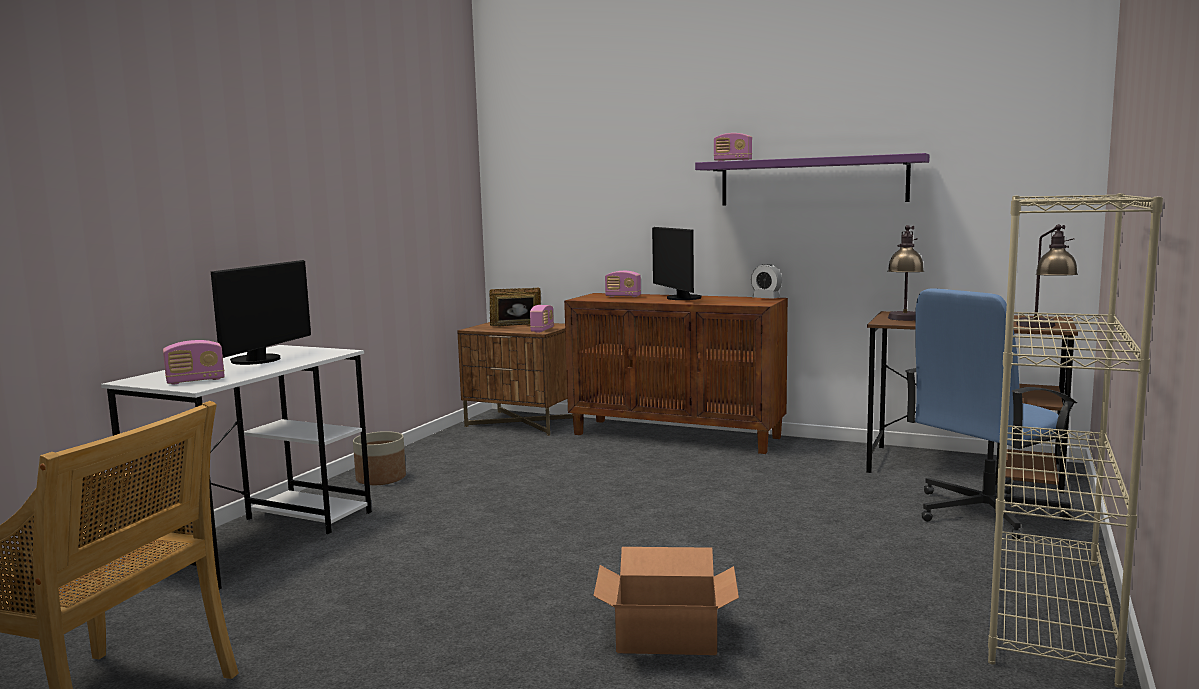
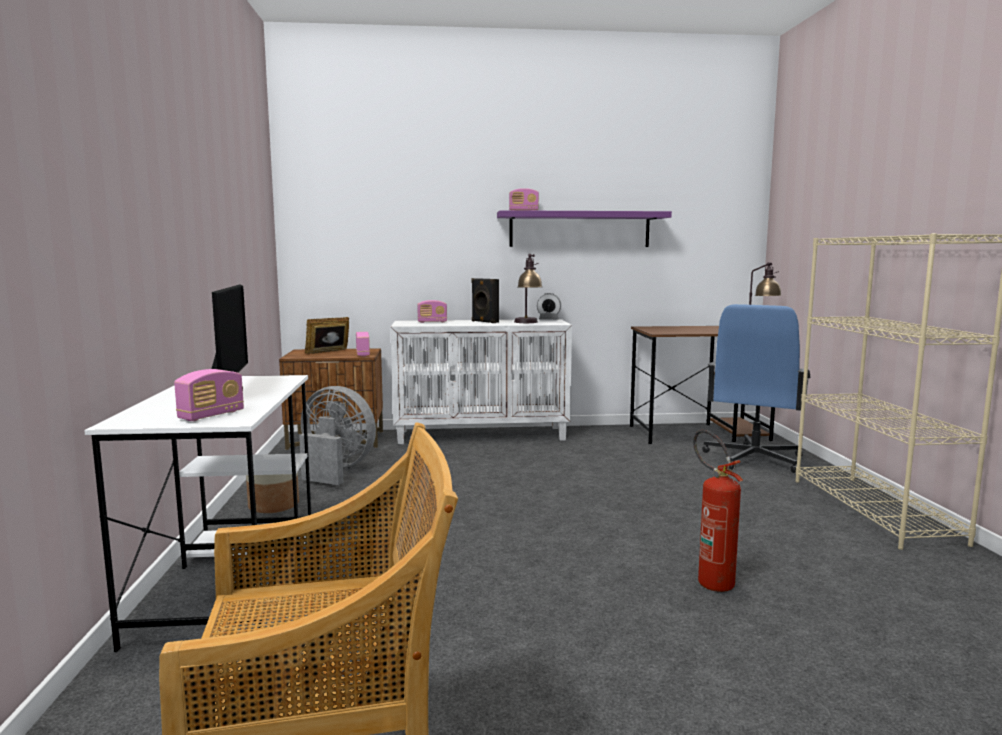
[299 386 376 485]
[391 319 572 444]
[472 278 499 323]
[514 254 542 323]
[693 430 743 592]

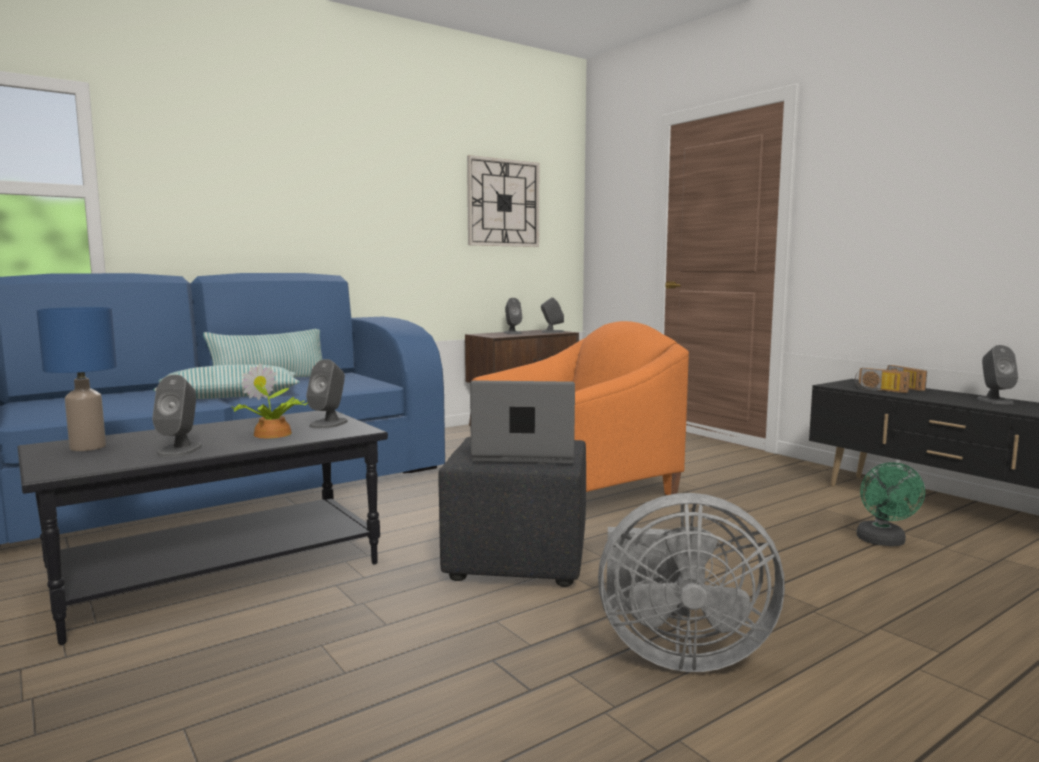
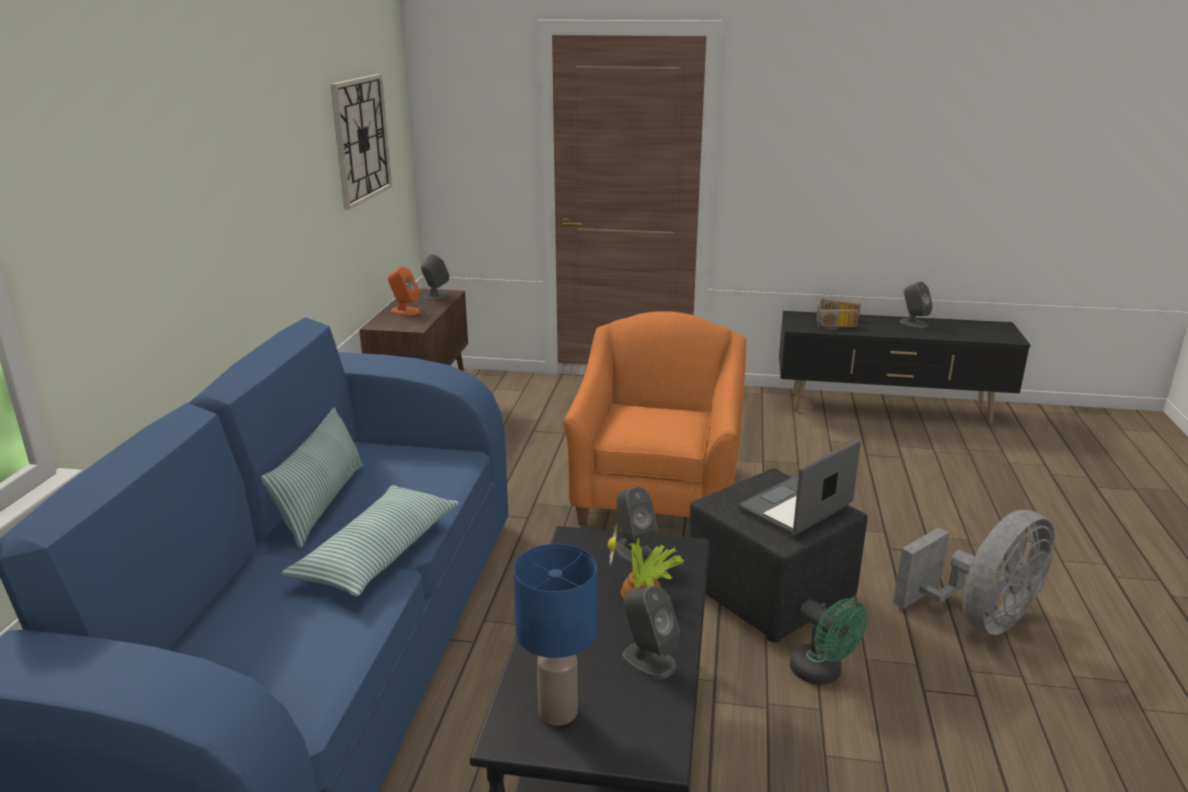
[388 267 420 315]
[790 599 867 685]

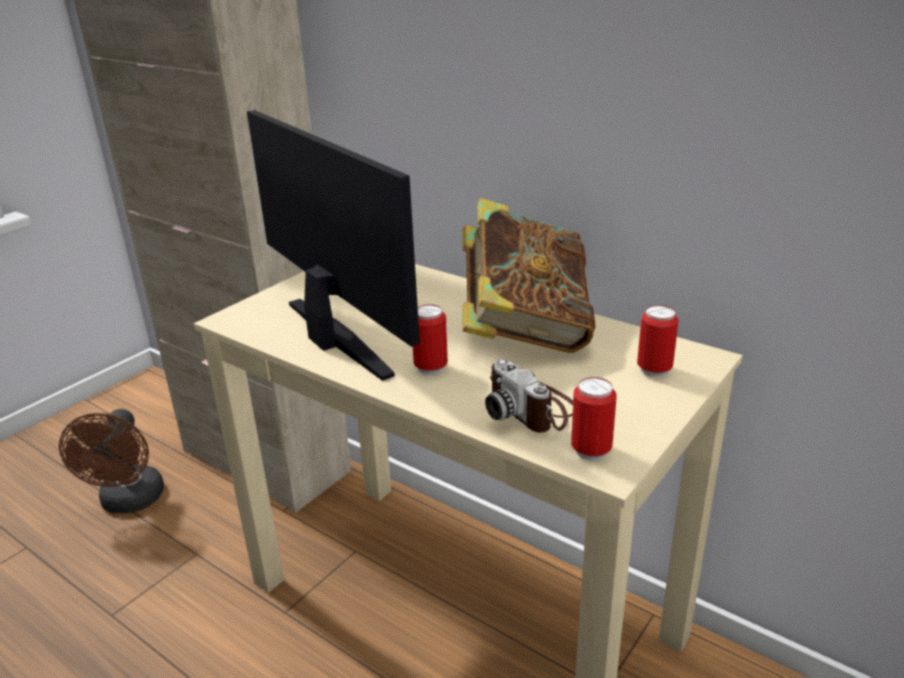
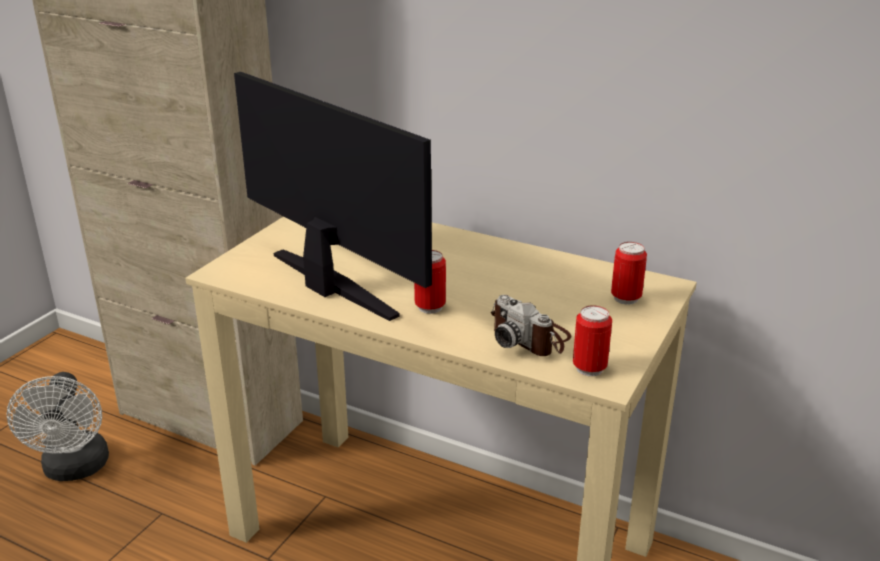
[7 372 109 481]
[462 198 595 353] (first image)

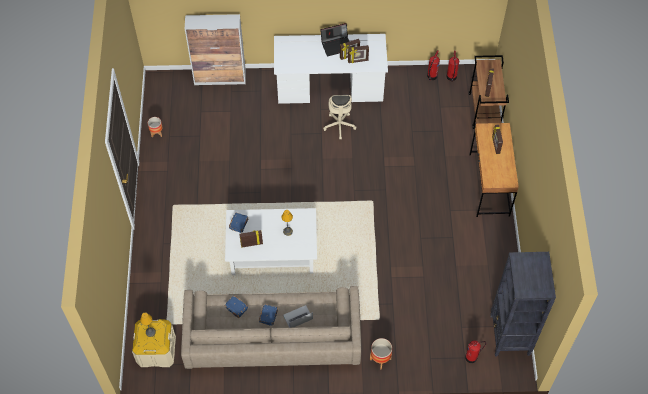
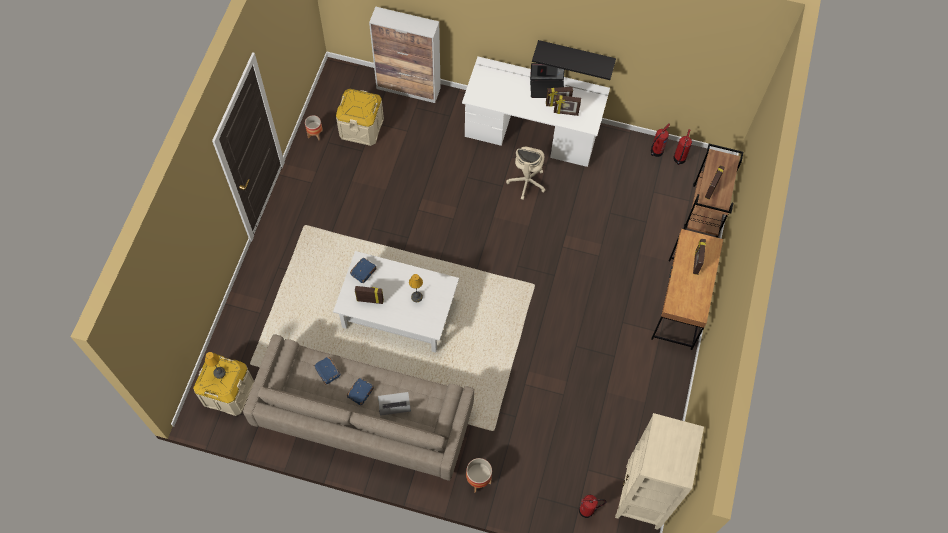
[336 89 384 146]
[532 40 616 80]
[615 413 704 530]

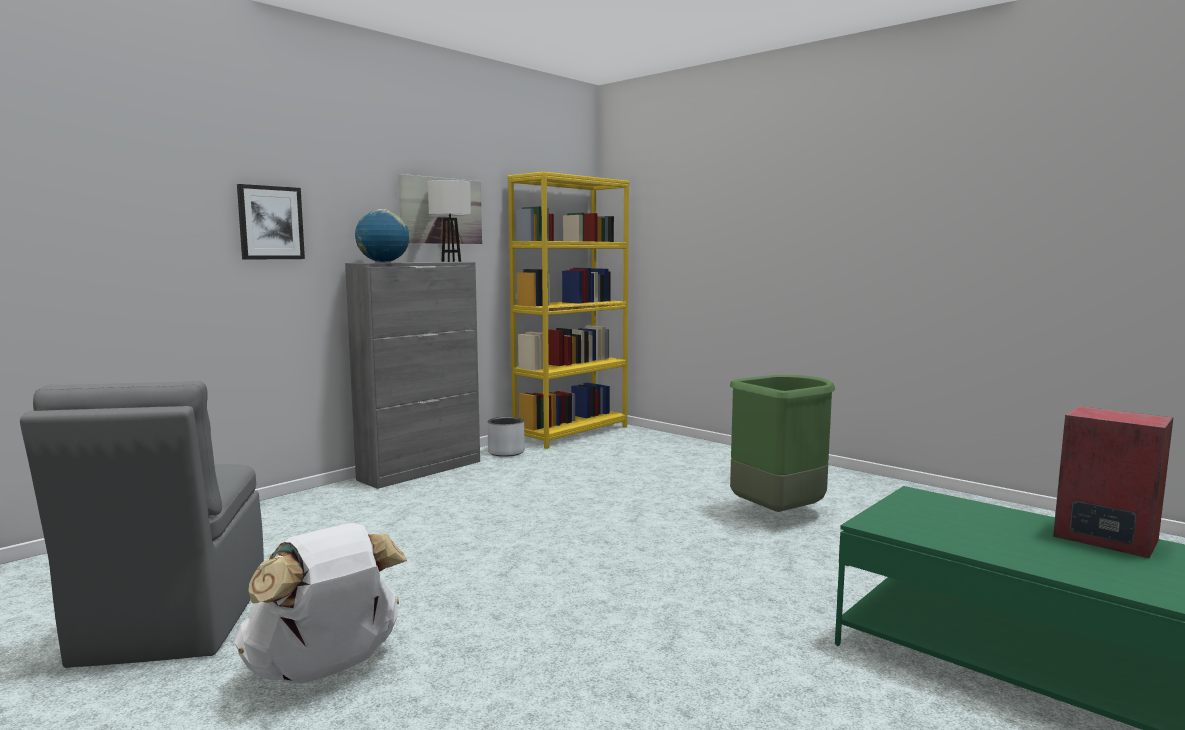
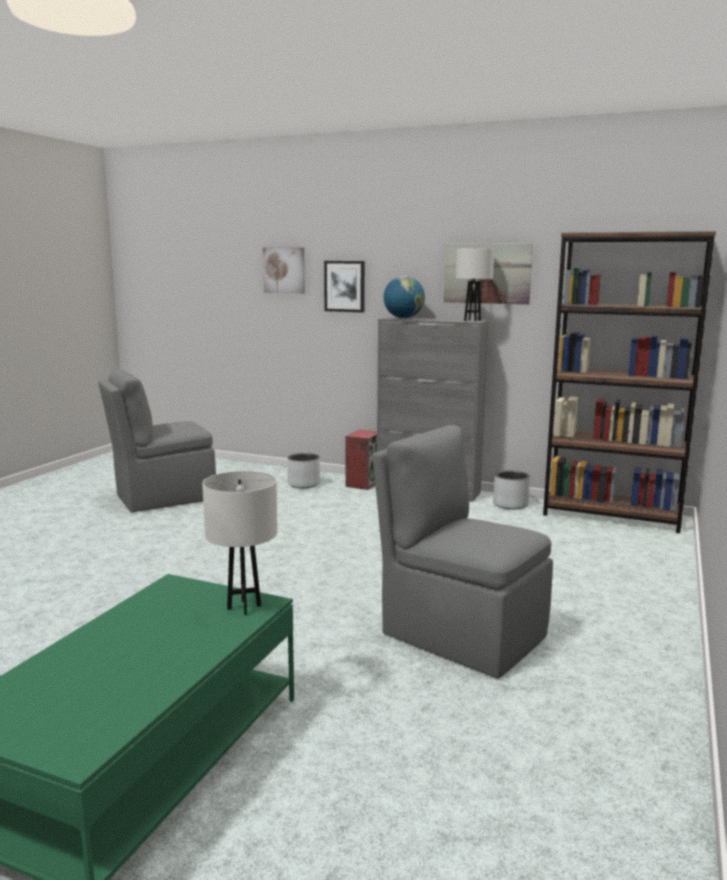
[202 471 277 615]
[263 247 305 294]
[288 453 320 488]
[346 430 377 490]
[372 425 553 678]
[543 231 716 533]
[234 523 407 684] (first image)

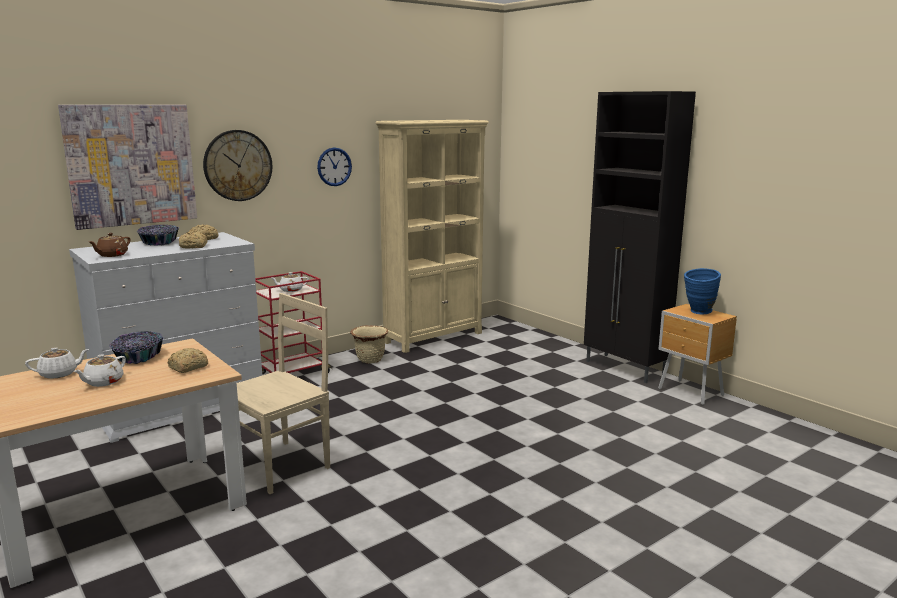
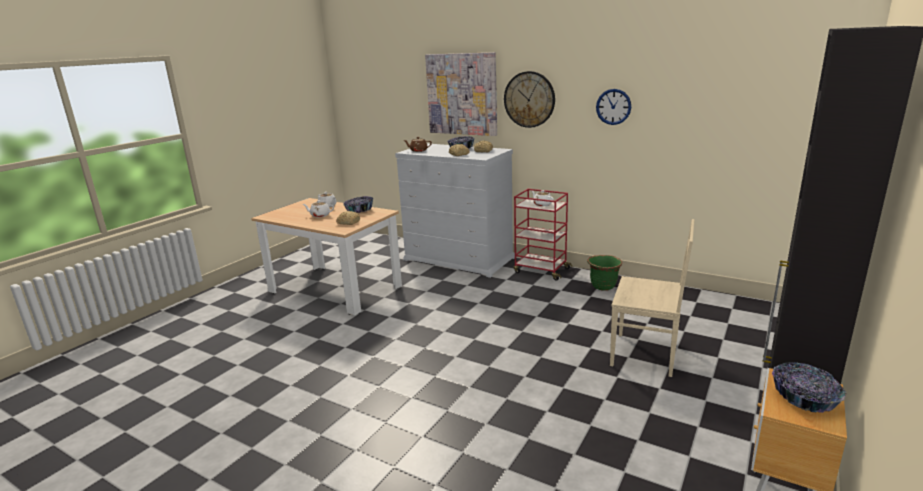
[587 255 622 291]
[610 219 695 377]
[772 362 846 413]
[376 120 489 353] (first image)

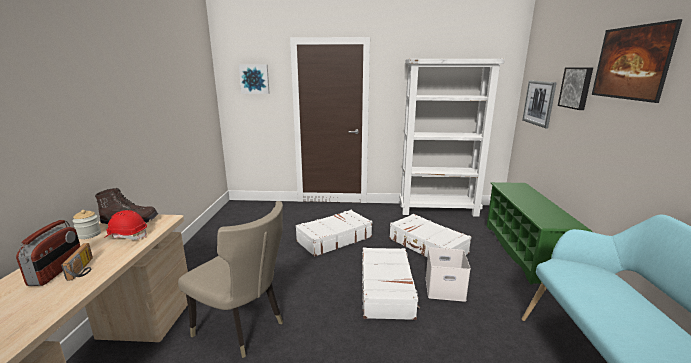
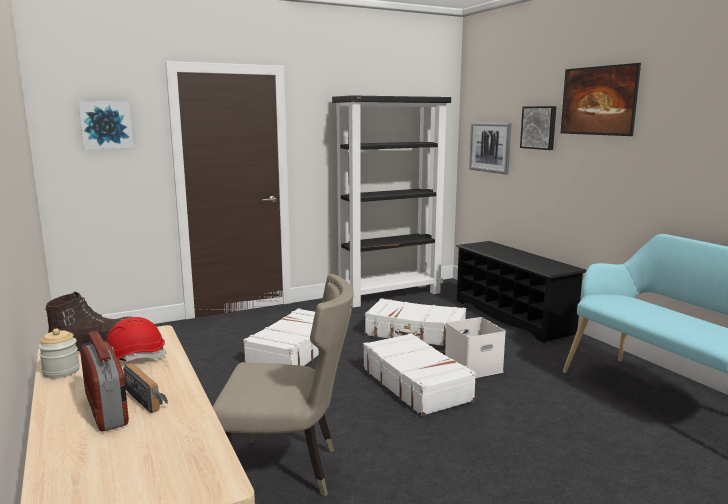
[332 95 451 308]
[456 241 586 343]

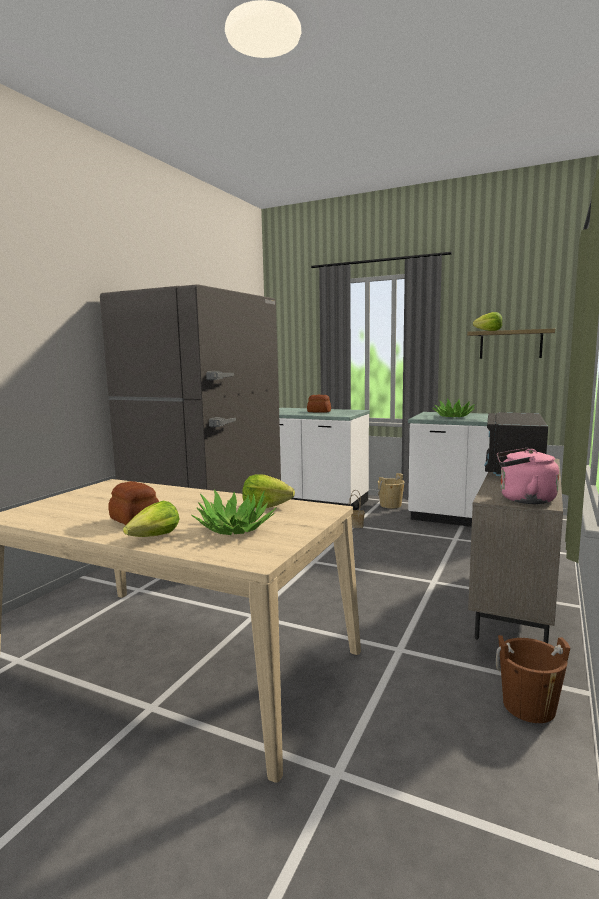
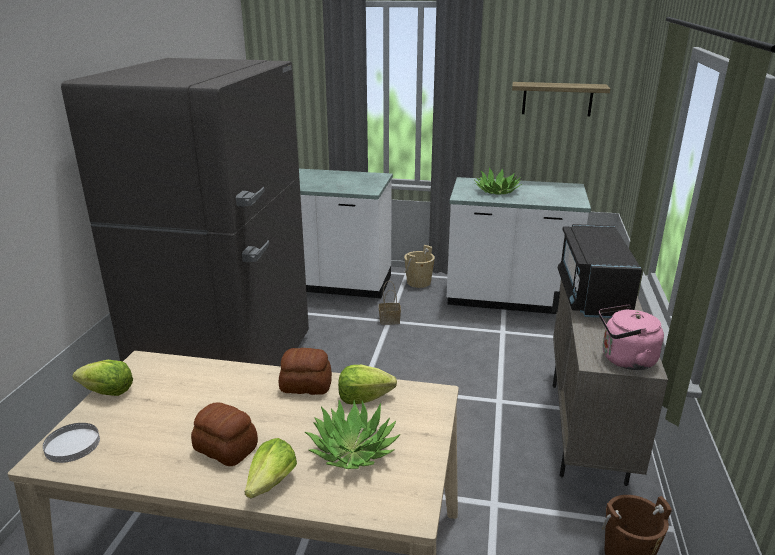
[43 423 100 463]
[72 360 133 396]
[279 348 332 395]

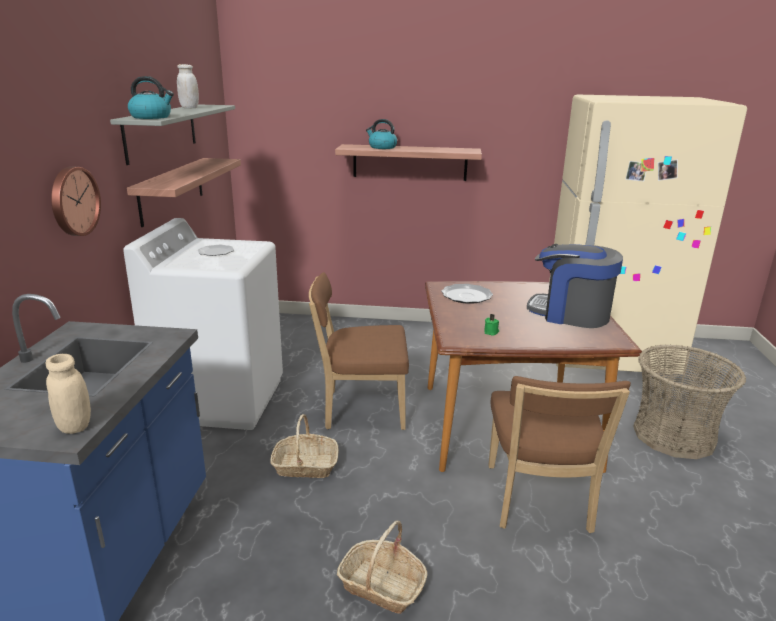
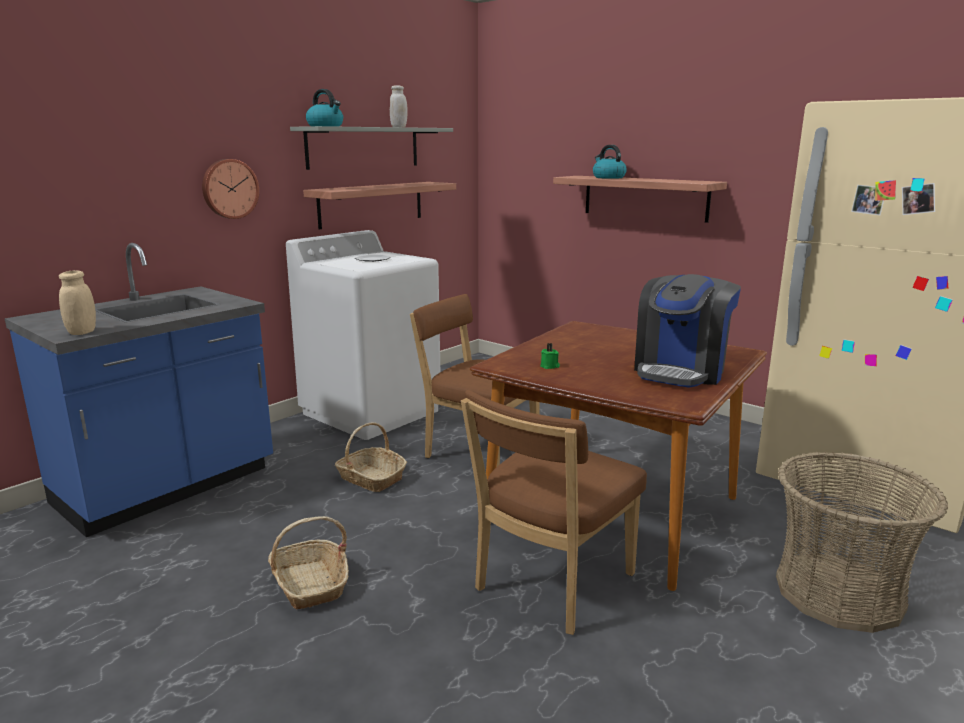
[634 274 741 388]
[441 284 493 304] (first image)

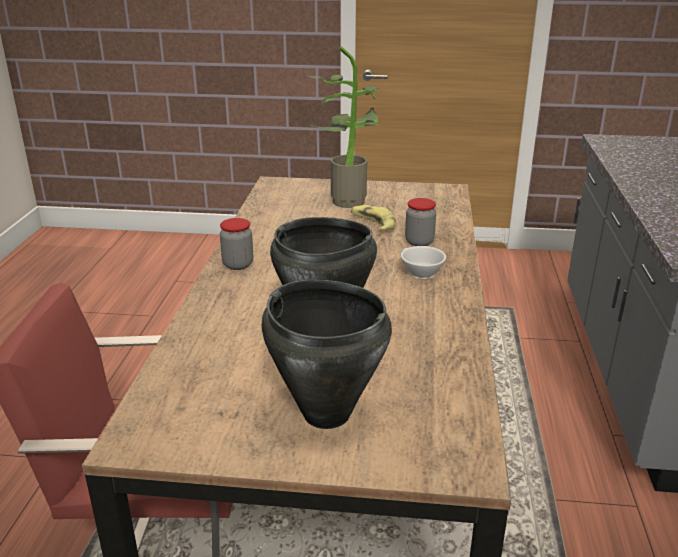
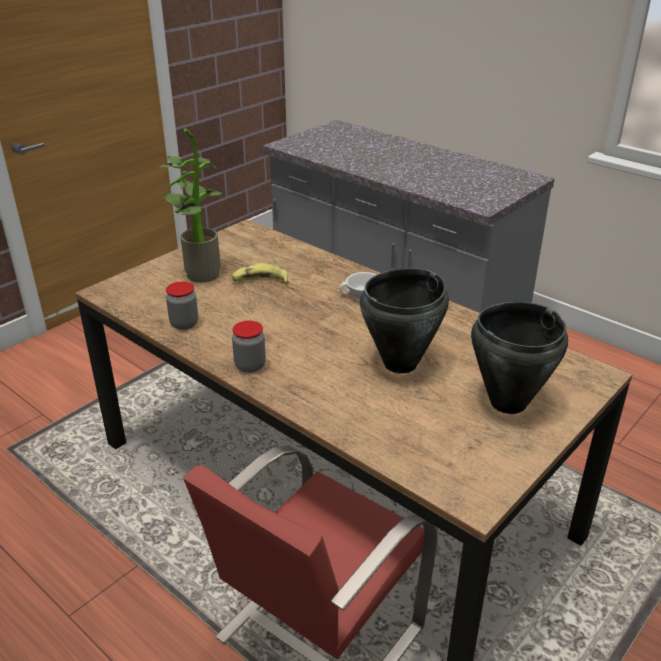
[166 282 198 330]

